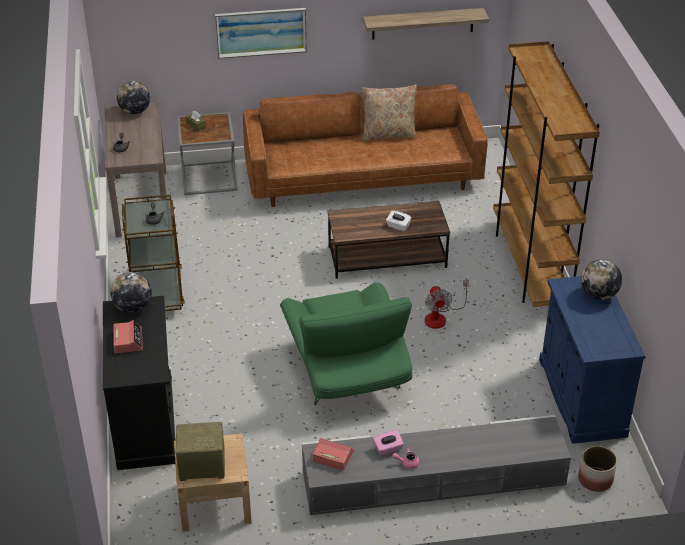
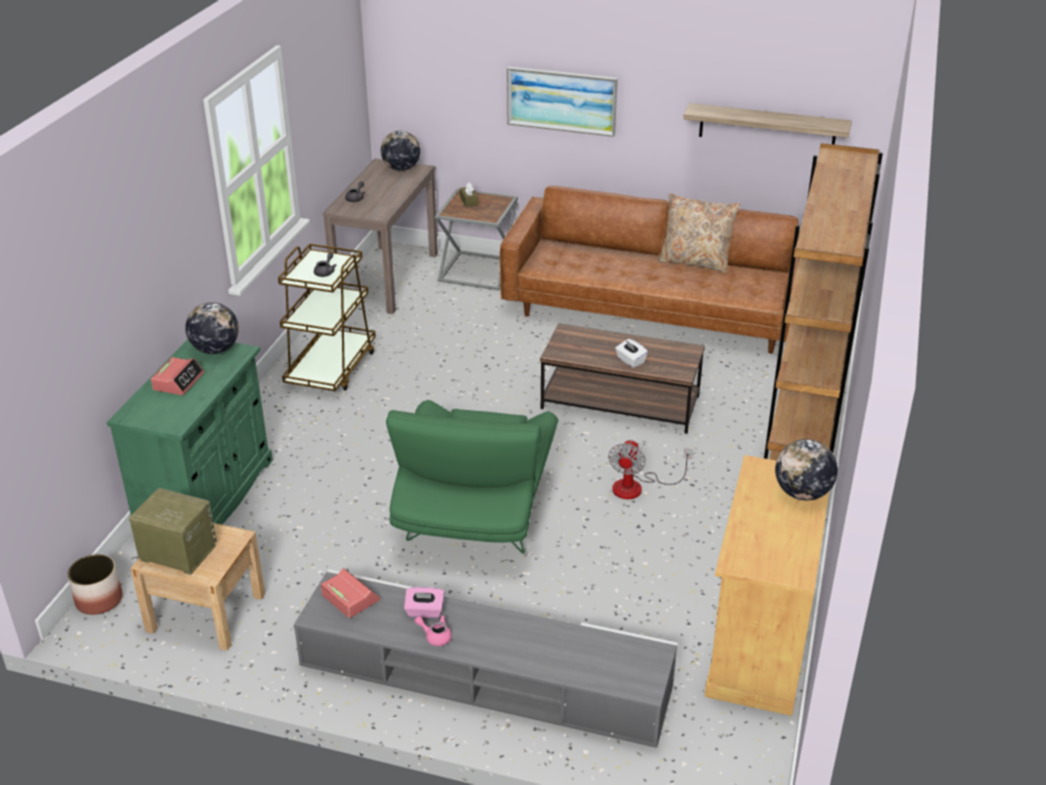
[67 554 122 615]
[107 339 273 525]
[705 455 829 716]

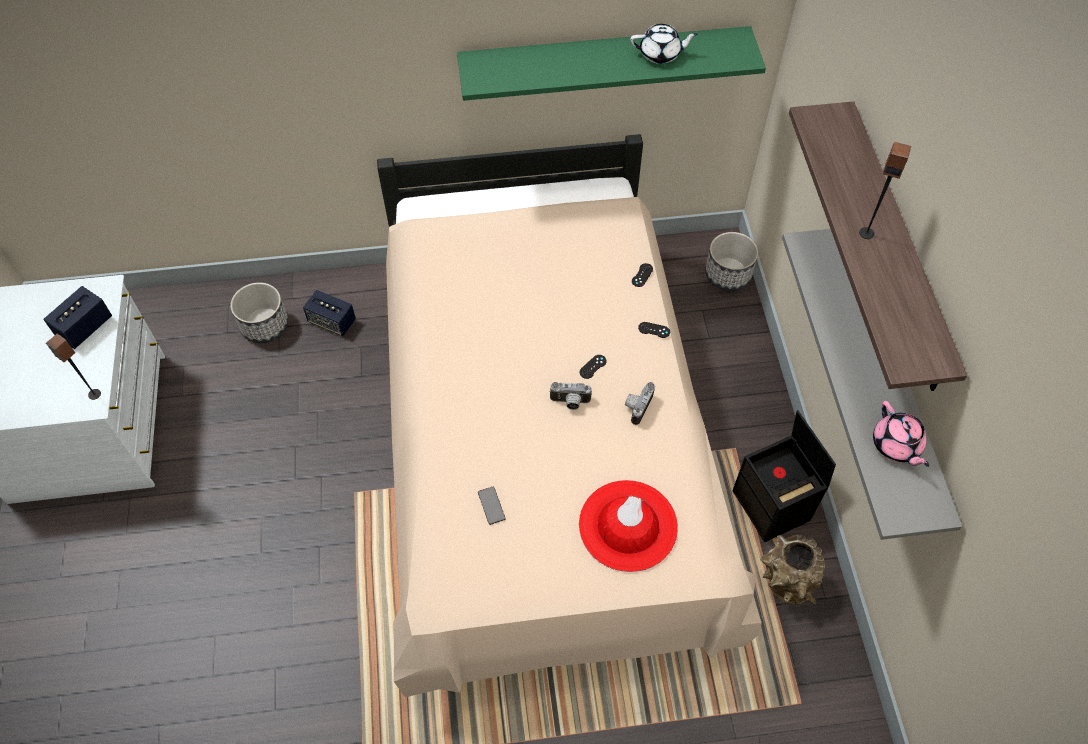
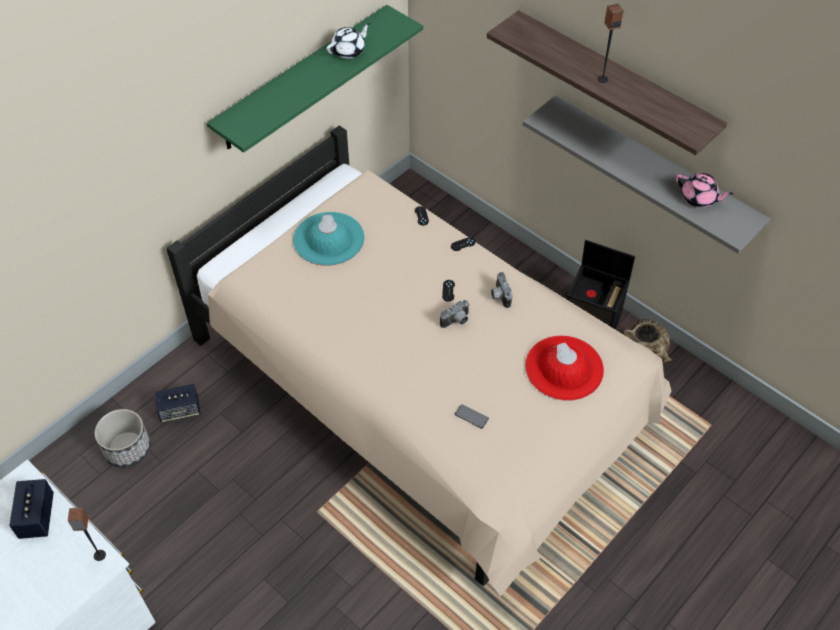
[293 212 365 266]
[705 232 758 291] (first image)

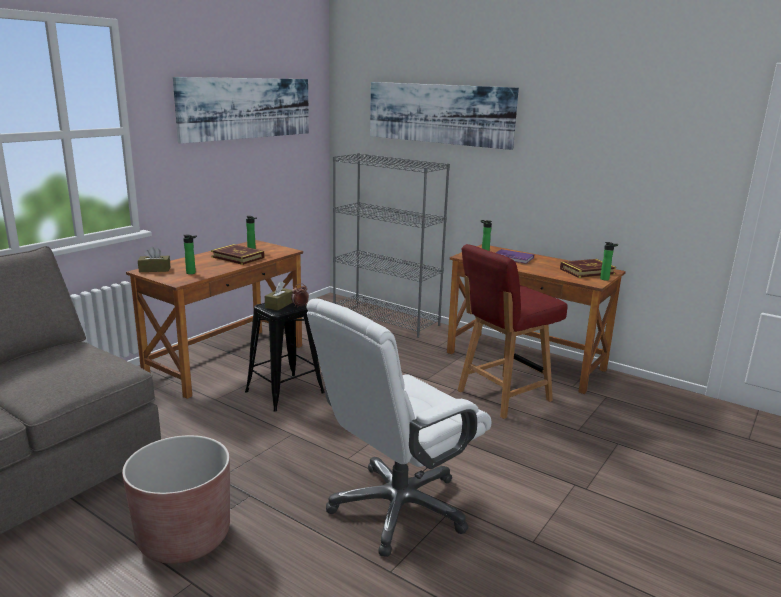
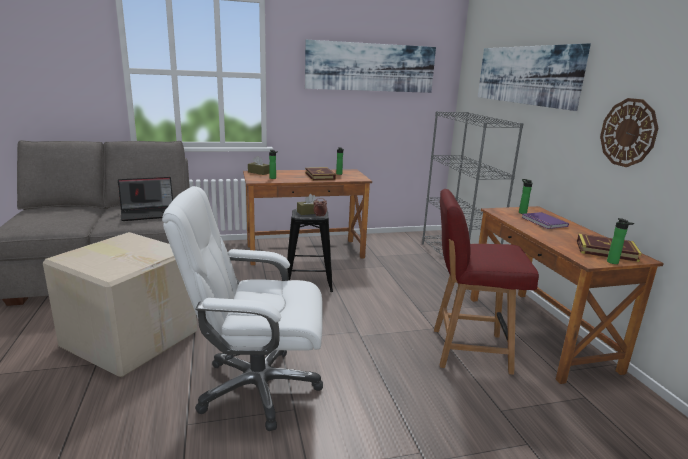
[43 232 197 377]
[118 177 173 221]
[600 98 658 167]

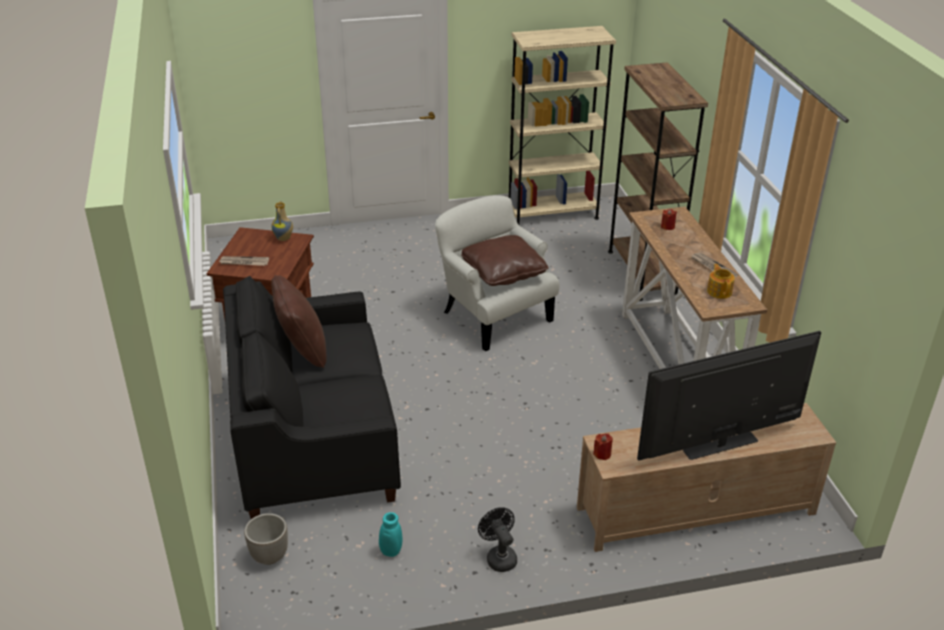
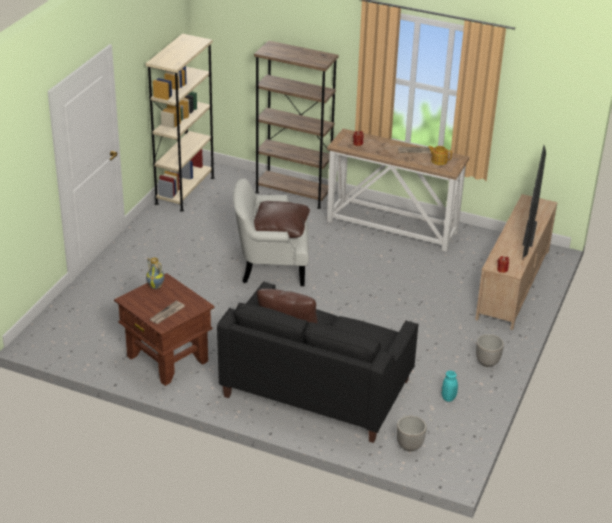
[476 334 504 367]

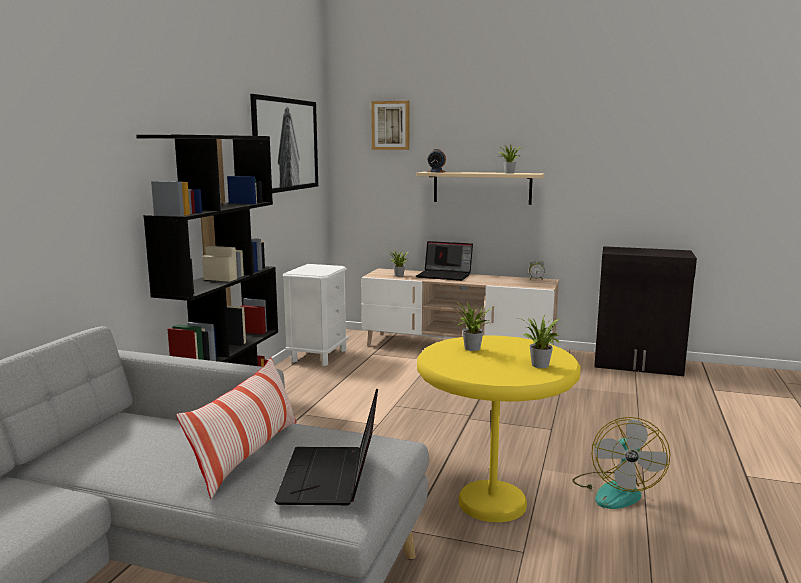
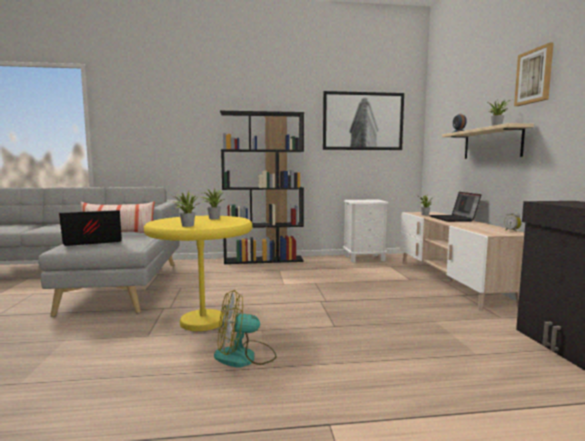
[514 42 554 106]

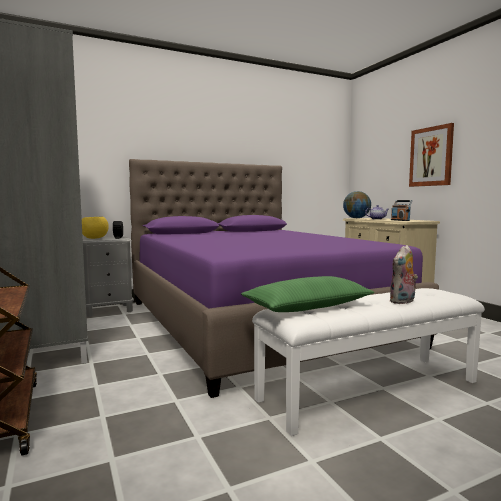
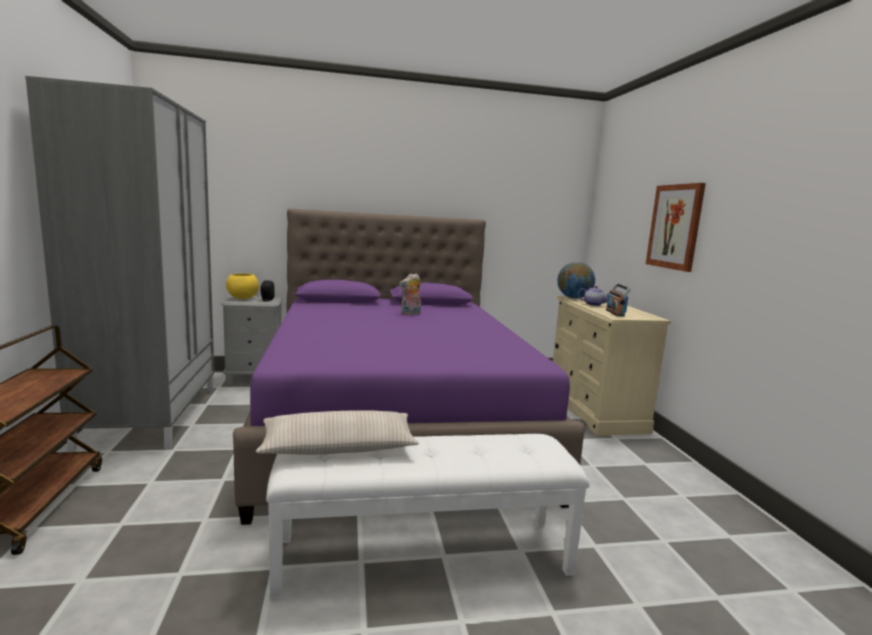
[256 410 419 455]
[400 274 421 315]

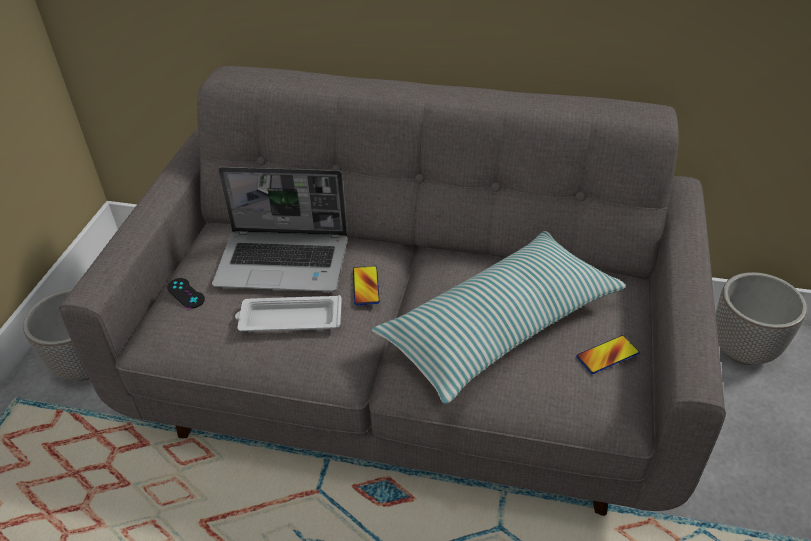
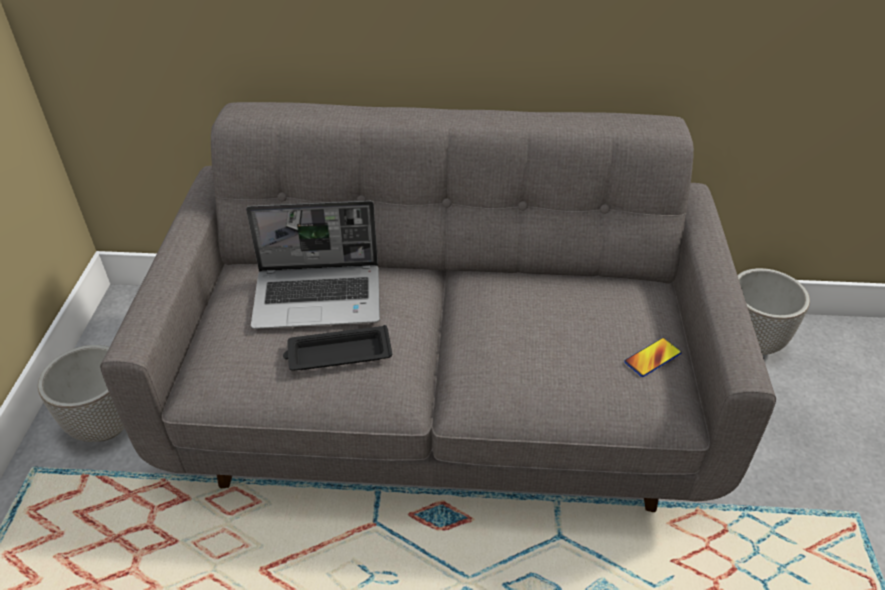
[283 325 392 371]
[167 278 205 309] (first image)
[353 266 380 305] (first image)
[372 231 626 404] (first image)

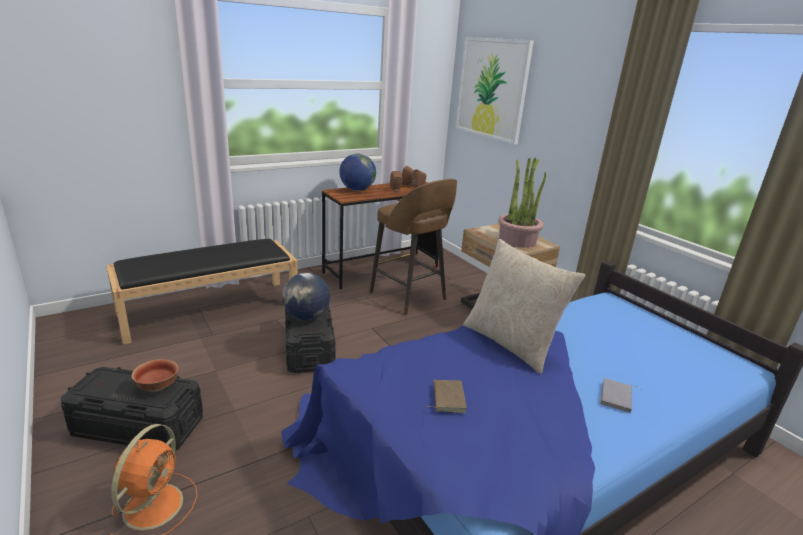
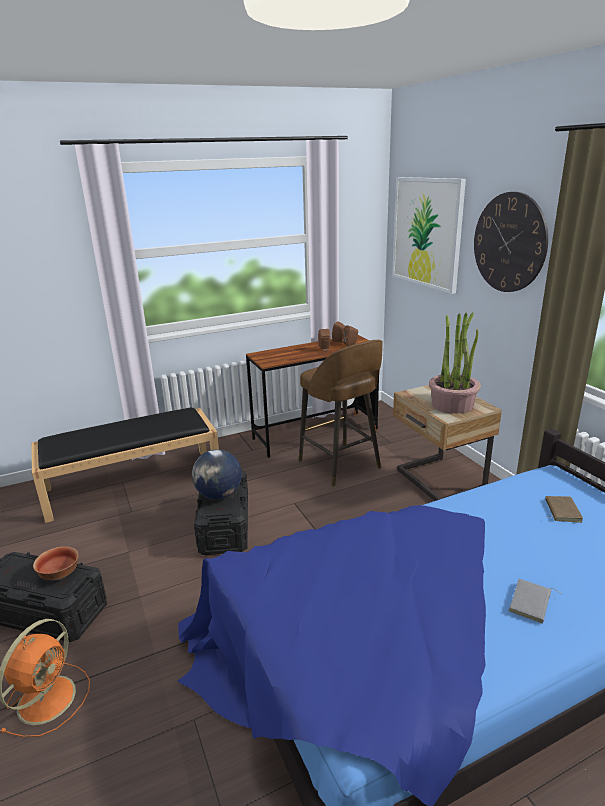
[474 192 548 292]
[545 496 583 523]
[339 154 376 191] (first image)
[463 239 585 374] (first image)

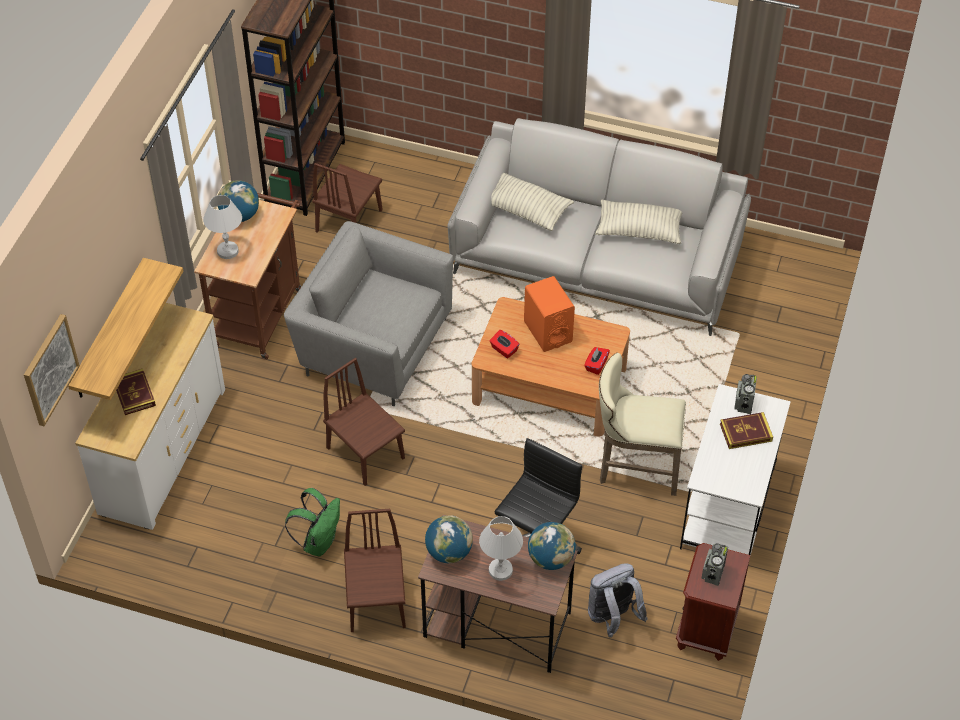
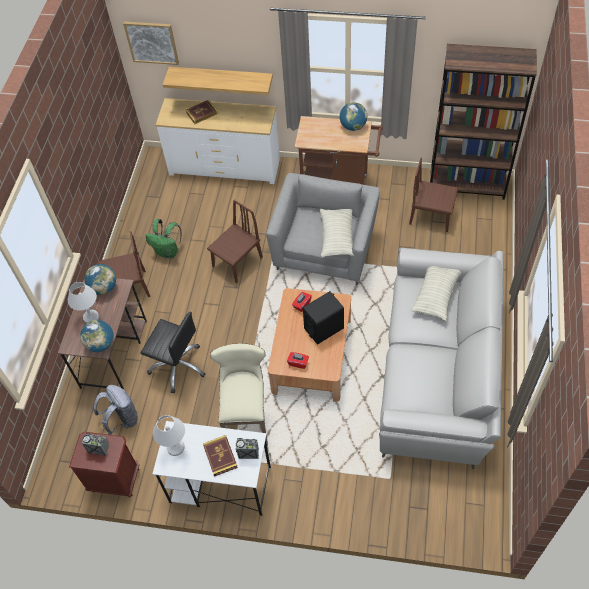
[153 415 185 456]
[303 291 344 345]
[320 209 354 258]

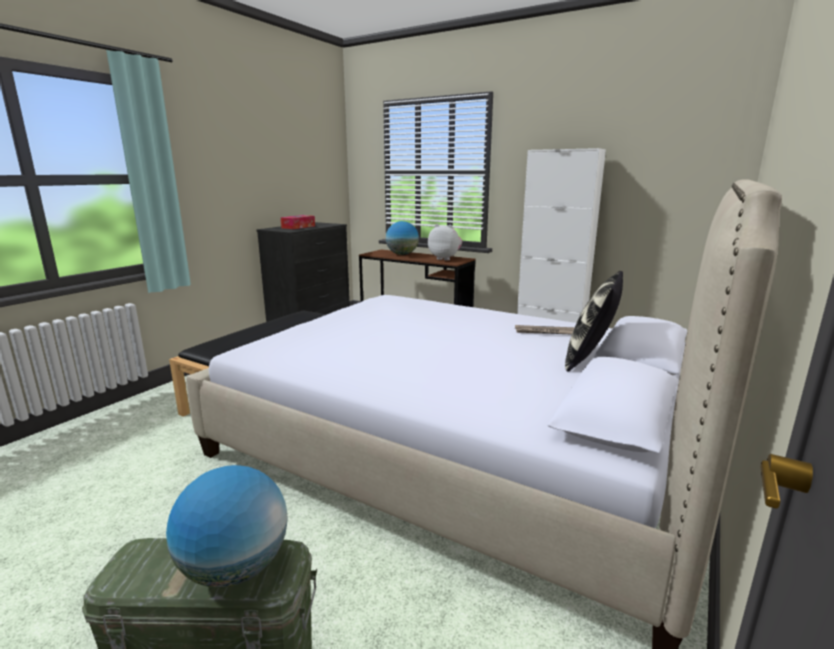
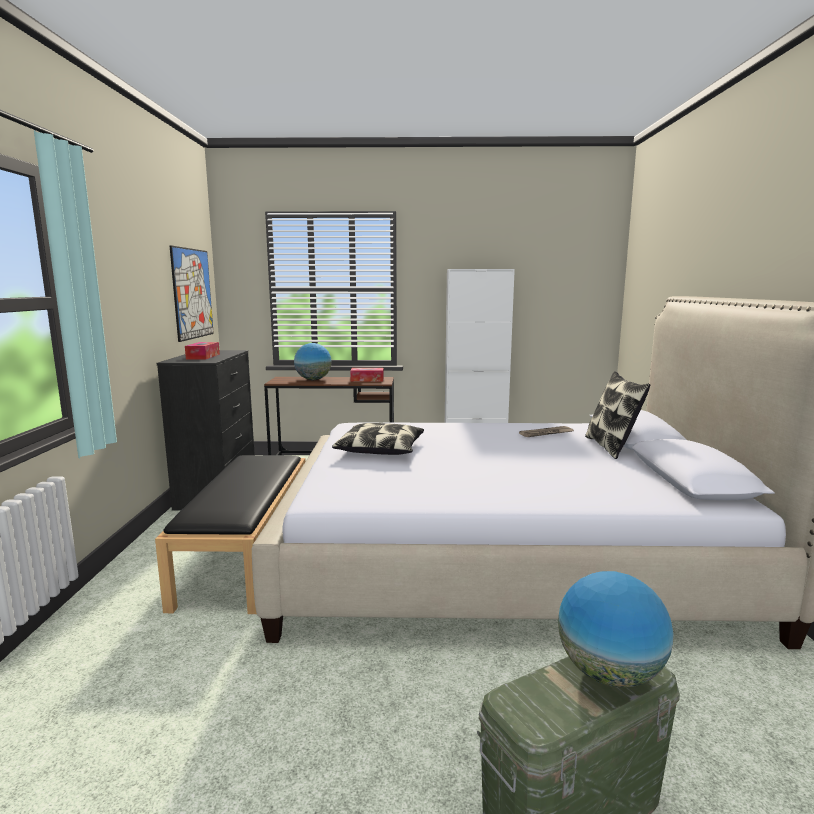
[169 245 214 342]
[332 423 424 455]
[350 368 384 381]

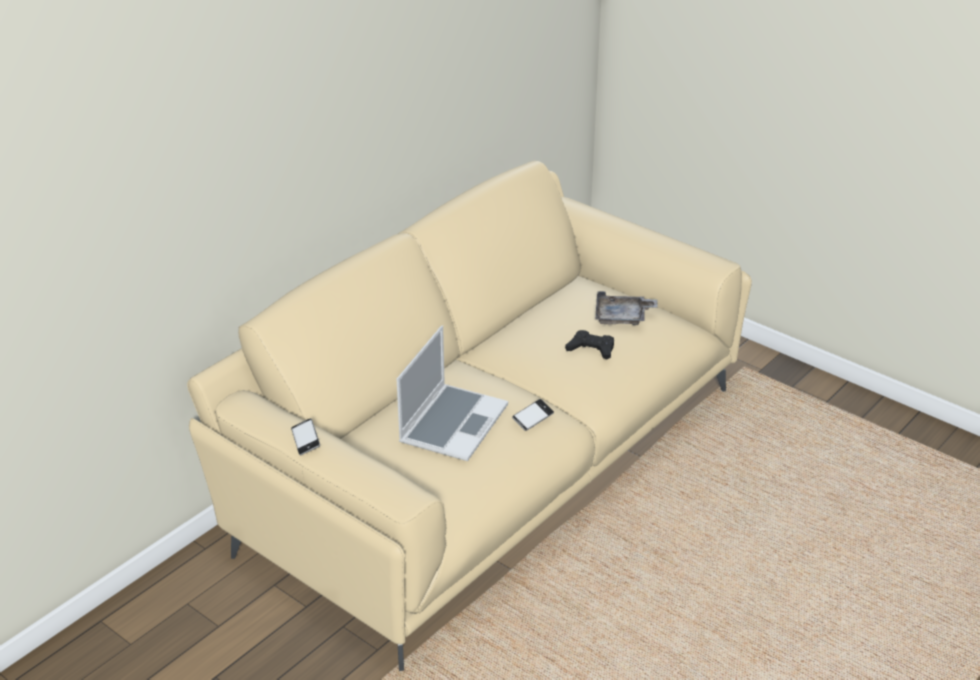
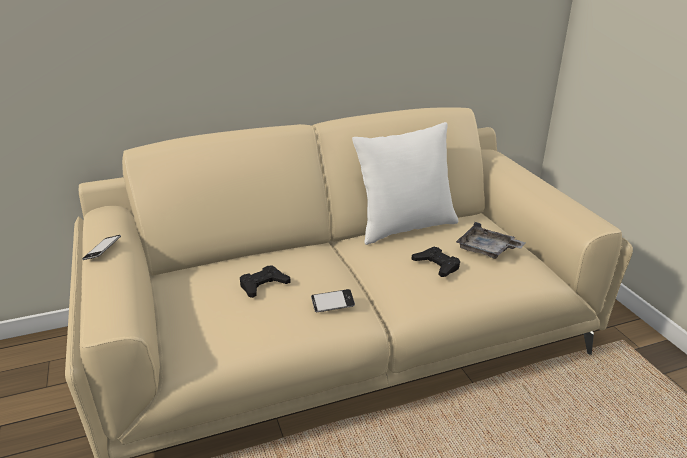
[240 265 290 298]
[352 122 458 245]

